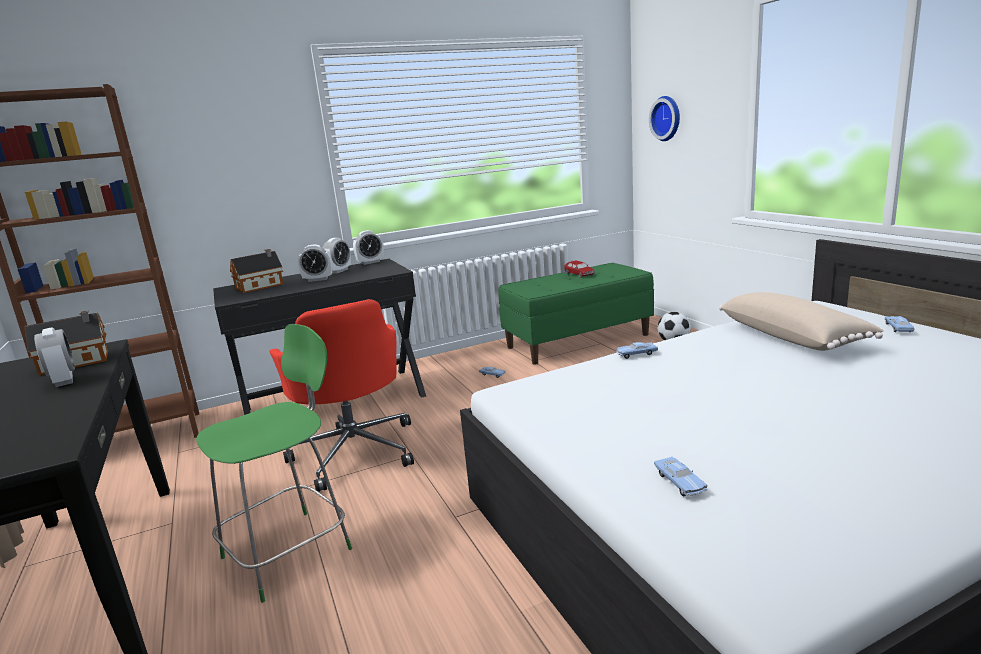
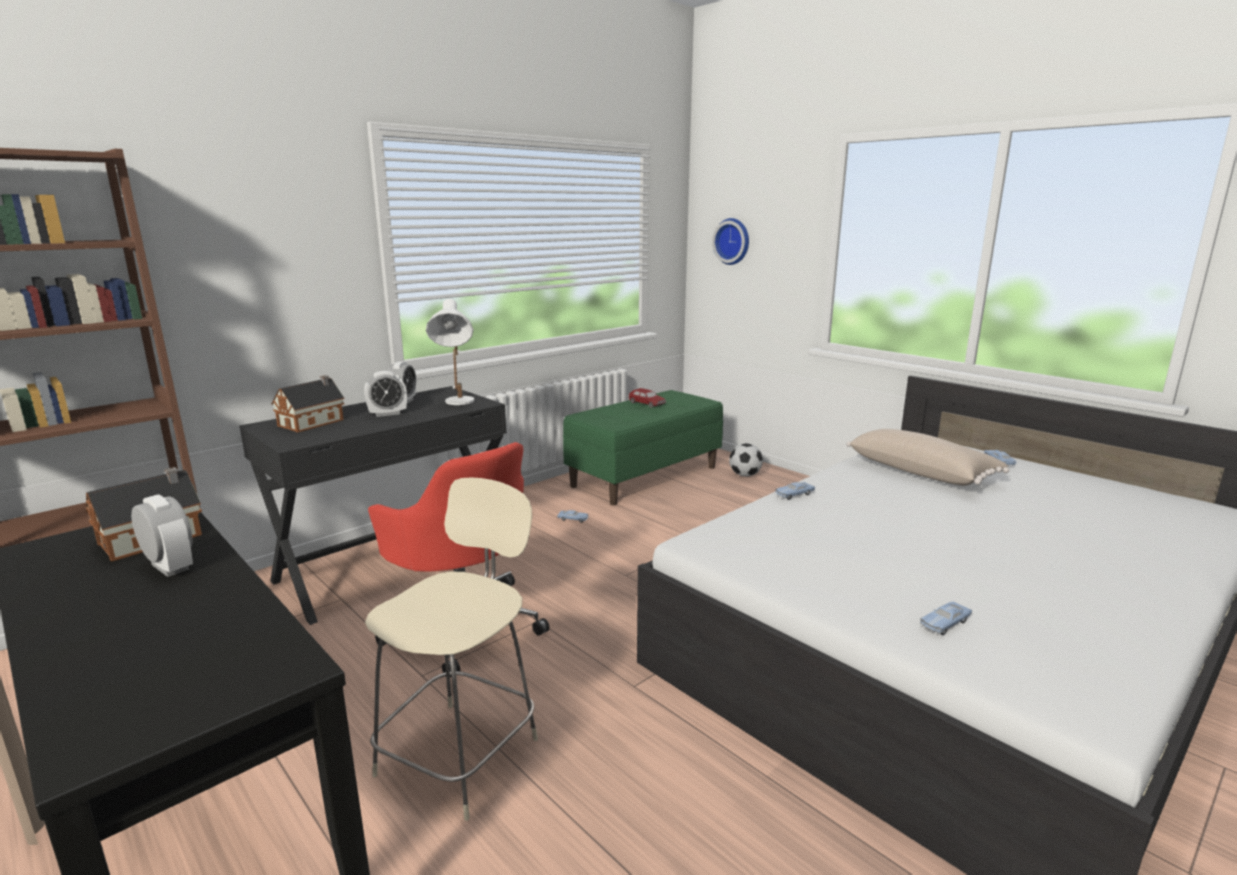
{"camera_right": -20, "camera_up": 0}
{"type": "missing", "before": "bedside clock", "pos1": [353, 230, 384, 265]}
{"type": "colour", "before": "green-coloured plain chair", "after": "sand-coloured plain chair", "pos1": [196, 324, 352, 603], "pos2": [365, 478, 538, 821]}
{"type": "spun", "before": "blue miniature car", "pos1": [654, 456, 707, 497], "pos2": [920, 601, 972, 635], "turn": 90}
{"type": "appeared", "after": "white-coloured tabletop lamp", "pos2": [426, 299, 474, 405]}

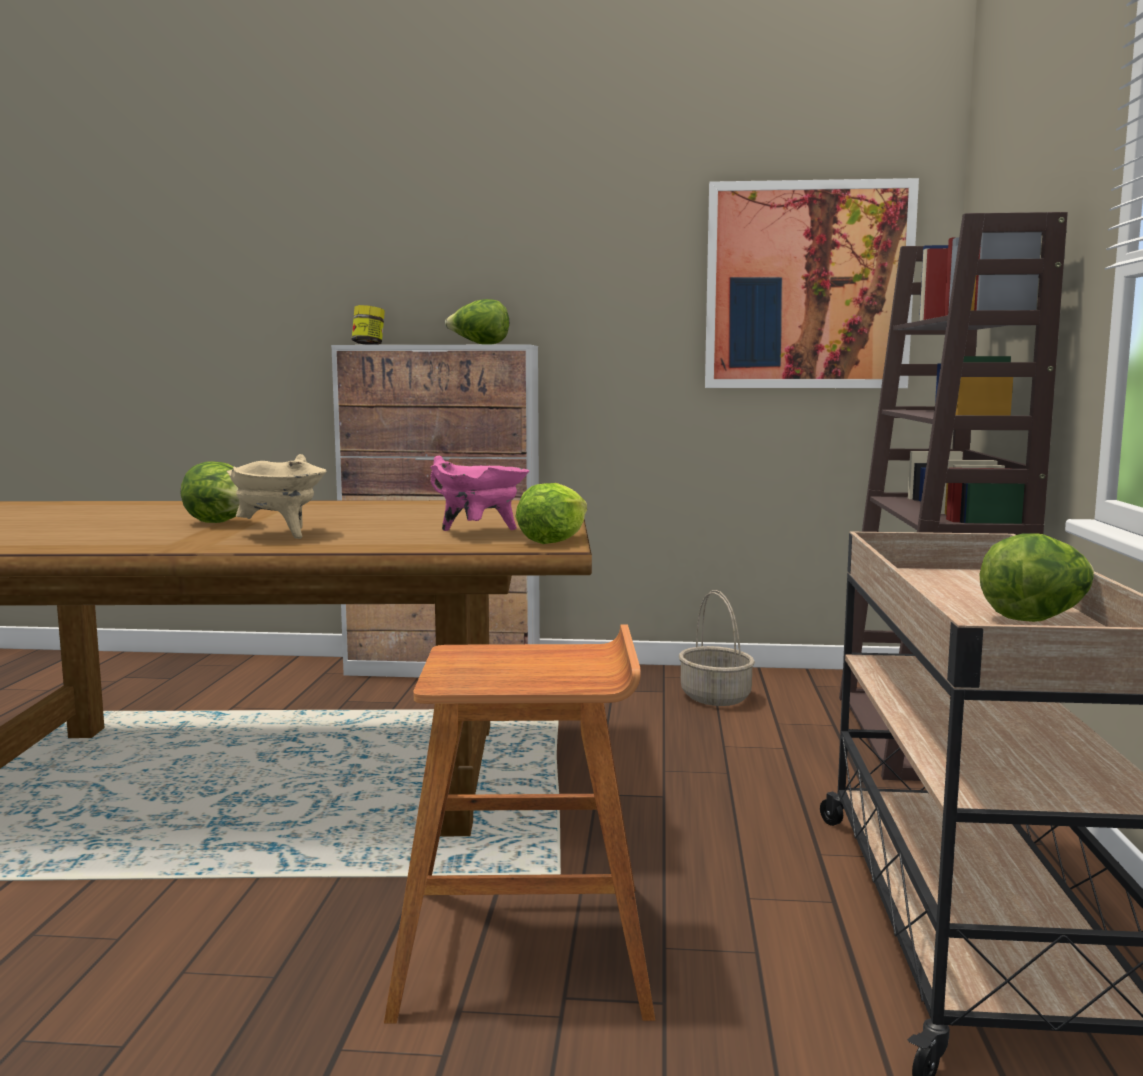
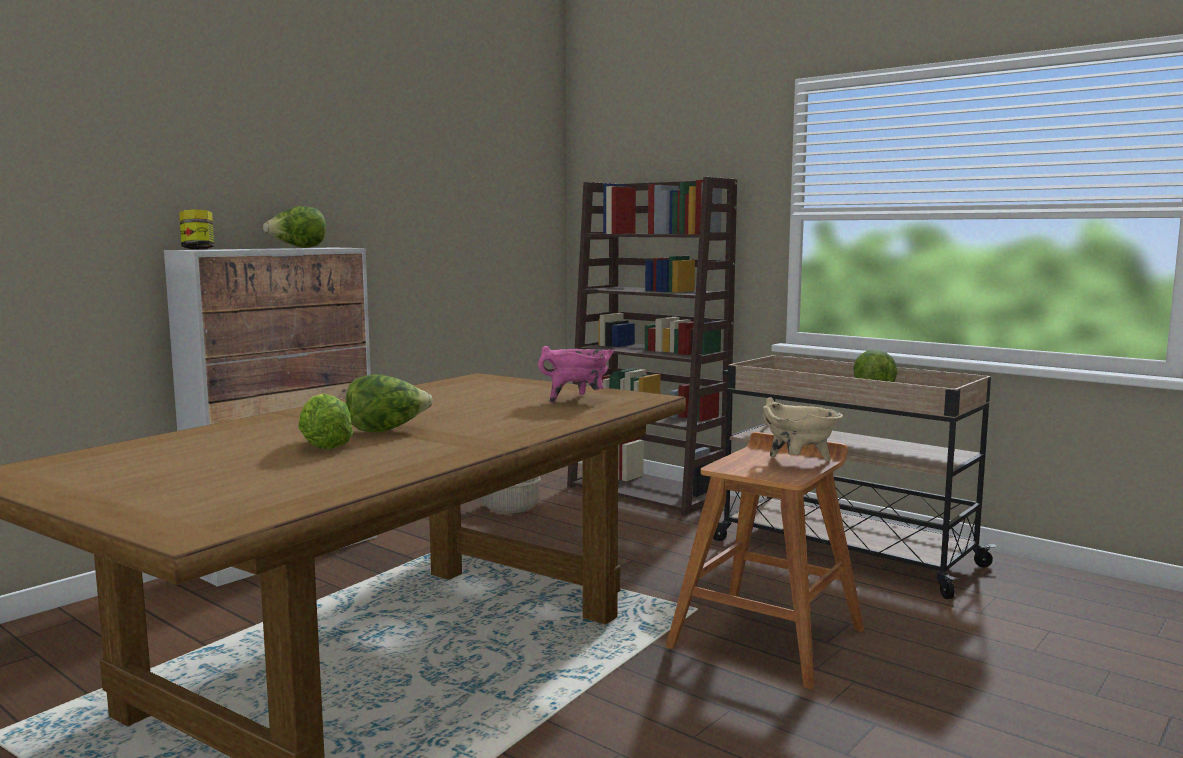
{"camera_right": -55, "camera_up": 0}
{"type": "missing", "before": "wall art", "pos1": [705, 178, 919, 388]}
{"type": "relocated", "before": "sand-coloured saucepot", "pos1": [226, 454, 326, 539], "pos2": [762, 397, 843, 461]}
{"type": "relocated", "before": "lettuce", "pos1": [515, 483, 587, 544], "pos2": [298, 393, 353, 449]}

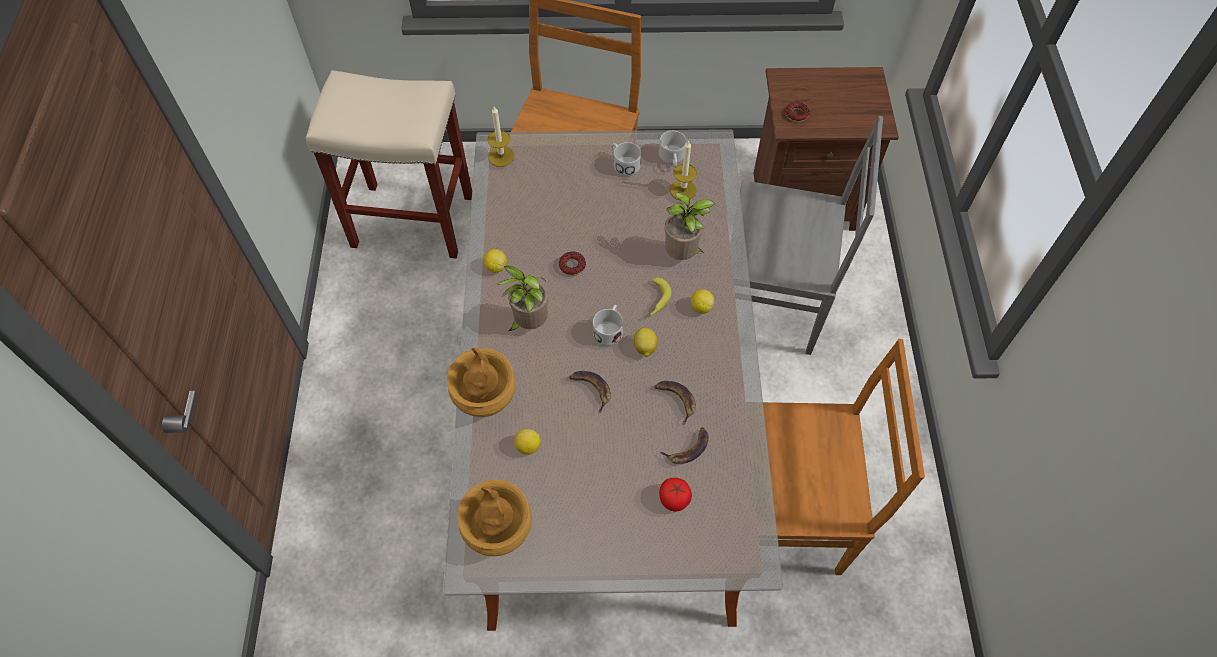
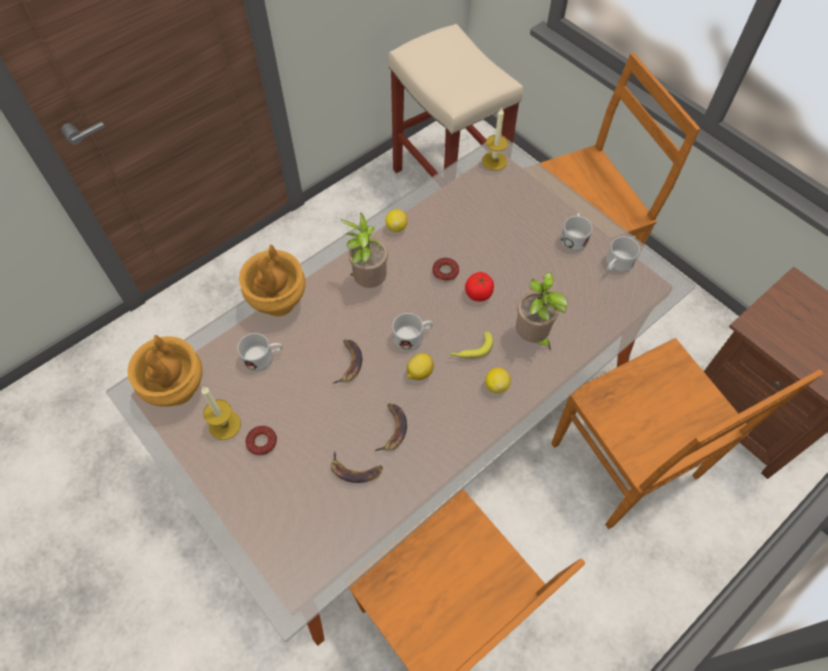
{"camera_right": 50, "camera_up": 0}
{"type": "relocated", "before": "donut", "pos1": [785, 102, 810, 122], "pos2": [246, 426, 277, 455]}
{"type": "colour", "before": "grey plain chair", "after": "brownish plain chair", "pos1": [740, 116, 883, 355], "pos2": [551, 338, 823, 529]}
{"type": "relocated", "before": "wax light", "pos1": [670, 140, 697, 200], "pos2": [201, 387, 241, 440]}
{"type": "exchanged", "before": "lemon", "after": "white-coloured tea mug", "pos1": [514, 429, 541, 455], "pos2": [238, 333, 283, 371]}
{"type": "relocated", "before": "fresh tomato", "pos1": [659, 478, 692, 511], "pos2": [465, 272, 494, 301]}

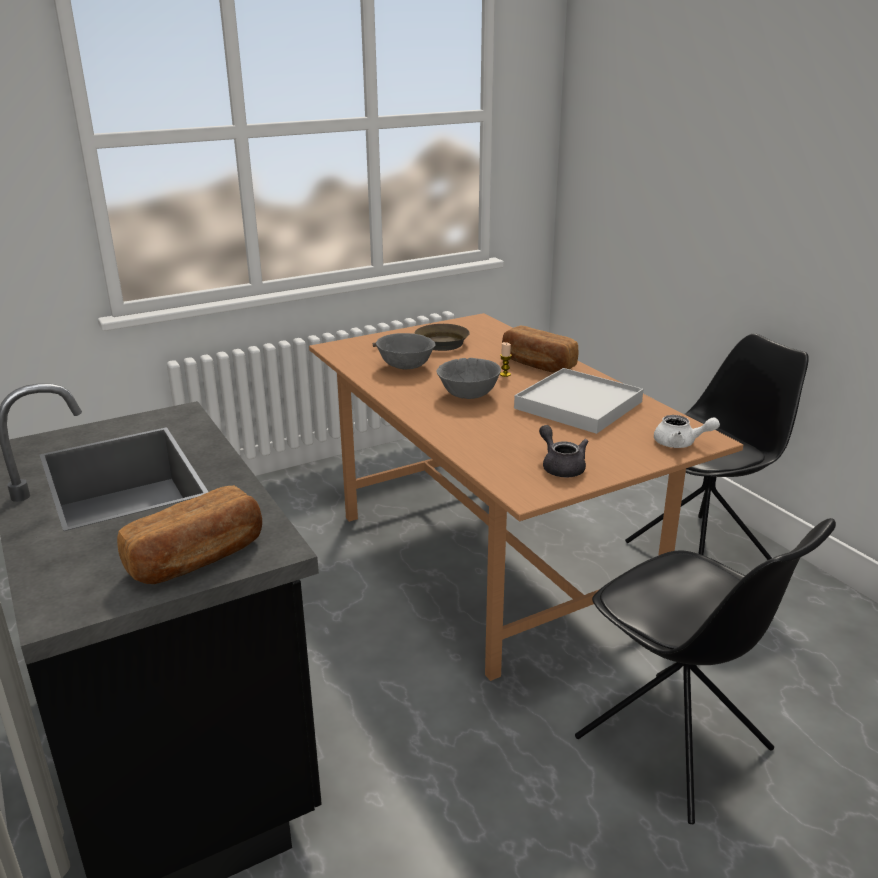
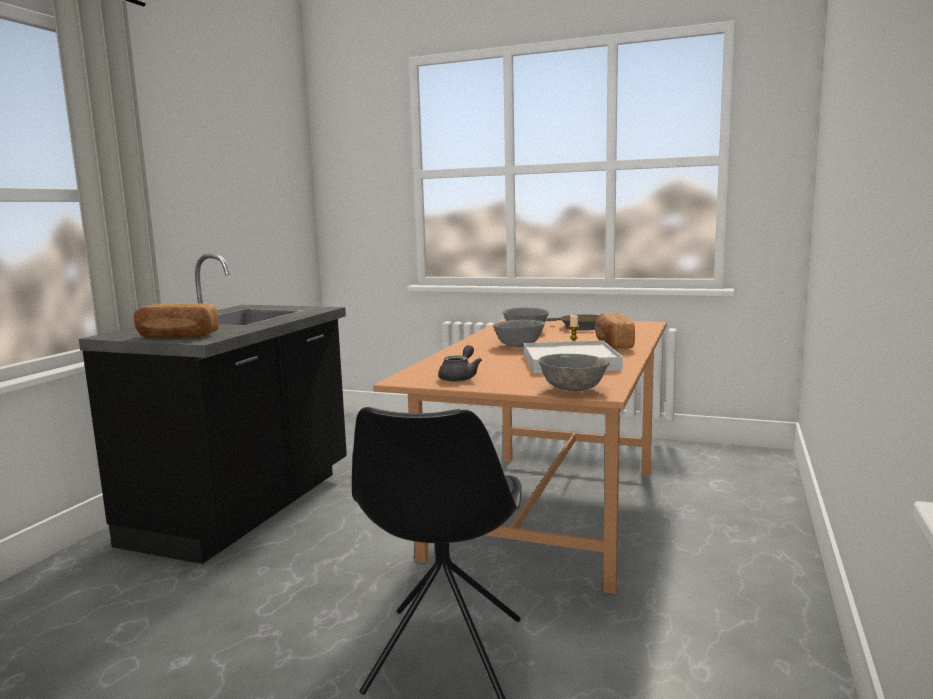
{"camera_right": 50, "camera_up": -15}
{"type": "missing", "before": "black plain chair", "pos1": [625, 334, 809, 560]}
{"type": "exchanged", "before": "white-coloured pot for tea", "after": "grey serving bowl", "pos1": [654, 415, 720, 448], "pos2": [538, 354, 610, 391]}

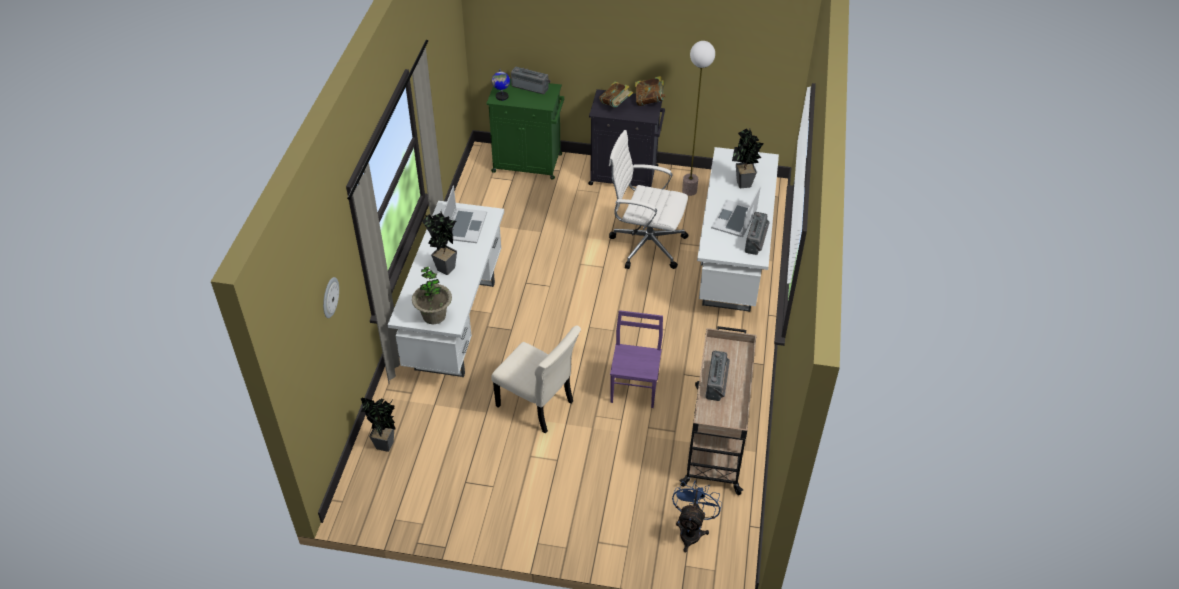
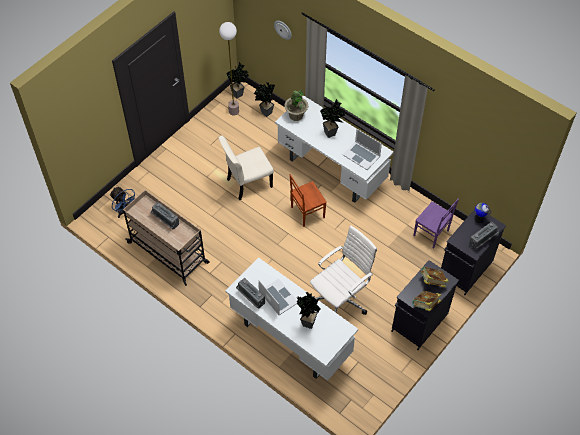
{"camera_right": 120, "camera_up": 10}
{"type": "relocated", "before": "standard lamp", "pos1": [682, 41, 715, 196], "pos2": [219, 22, 239, 115]}
{"type": "colour", "before": "green-coloured cabinet", "after": "black cabinet", "pos1": [486, 79, 564, 180], "pos2": [441, 209, 506, 295]}
{"type": "relocated", "before": "purplish plain chair", "pos1": [610, 310, 663, 408], "pos2": [413, 198, 459, 249]}
{"type": "appeared", "after": "houseplant", "pos2": [226, 62, 249, 98]}
{"type": "appeared", "after": "brownish plain chair", "pos2": [290, 174, 327, 227]}

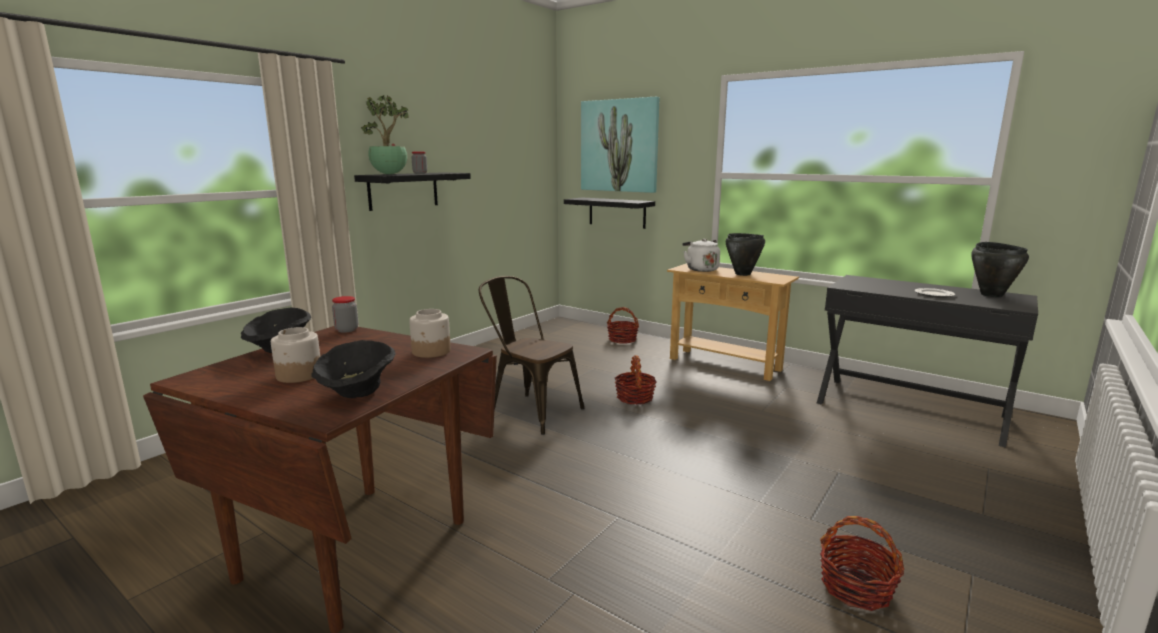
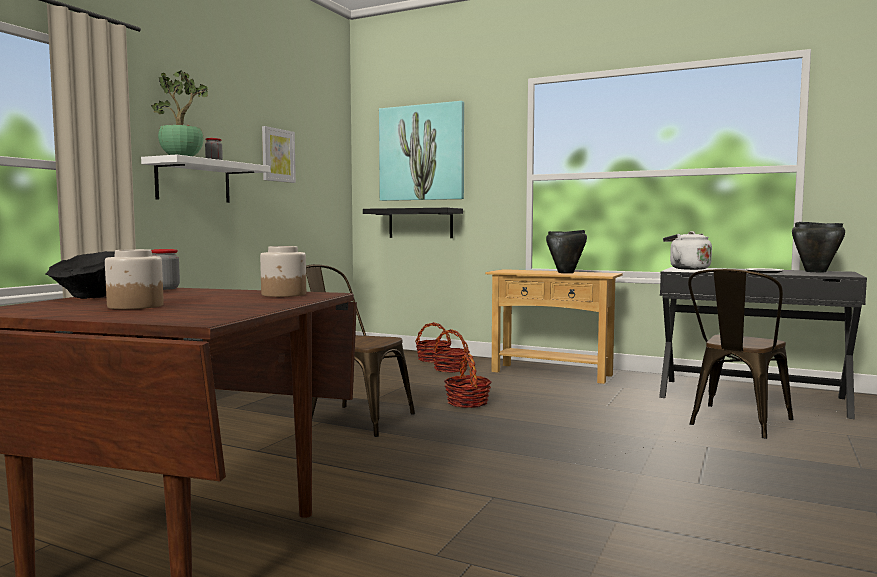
{"camera_right": -10, "camera_up": -10}
{"type": "colour", "before": "black shelf", "after": "white-coloured shelf", "pos1": [354, 172, 471, 211], "pos2": [141, 154, 270, 203]}
{"type": "relocated", "before": "white-coloured water kettle", "pos1": [683, 239, 720, 272], "pos2": [663, 231, 712, 270]}
{"type": "missing", "before": "black serving bowl", "pos1": [311, 340, 396, 398]}
{"type": "relocated", "before": "household basket", "pos1": [820, 516, 904, 611], "pos2": [432, 329, 470, 372]}
{"type": "appeared", "after": "wall art", "pos2": [262, 126, 296, 183]}
{"type": "appeared", "after": "brownish plain chair", "pos2": [688, 269, 793, 439]}

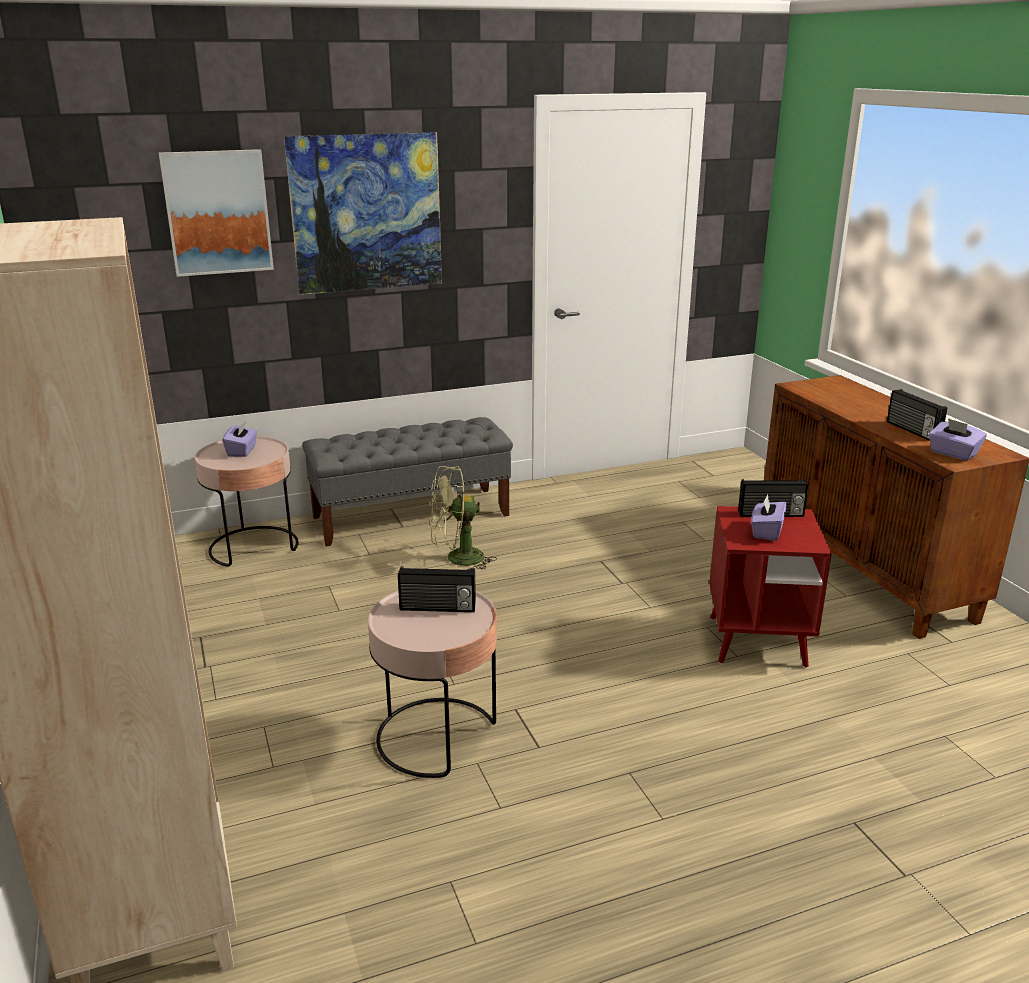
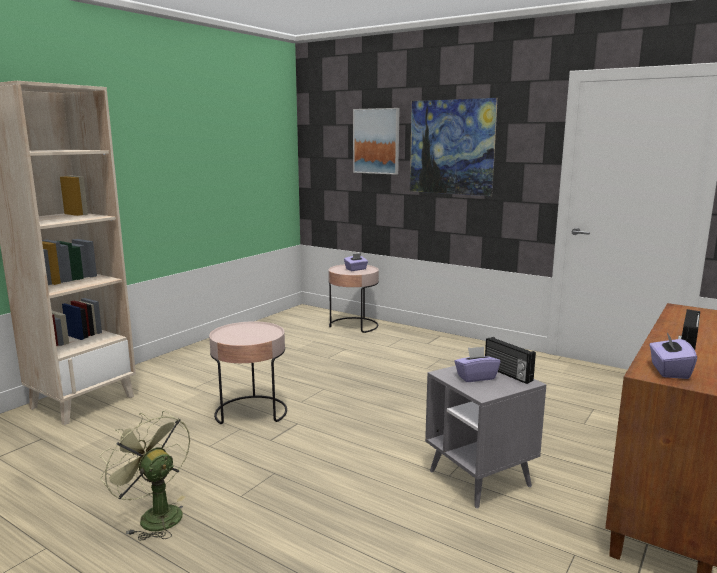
{"camera_right": 55, "camera_up": -10}
{"type": "missing", "before": "grey long seat", "pos1": [302, 417, 513, 546]}
{"type": "relocated", "before": "green-coloured fan", "pos1": [429, 466, 497, 570], "pos2": [99, 411, 190, 541]}
{"type": "colour", "before": "reddish side table", "after": "grey side table", "pos1": [709, 506, 832, 668], "pos2": [425, 366, 546, 508]}
{"type": "missing", "before": "radio set", "pos1": [398, 566, 476, 612]}

